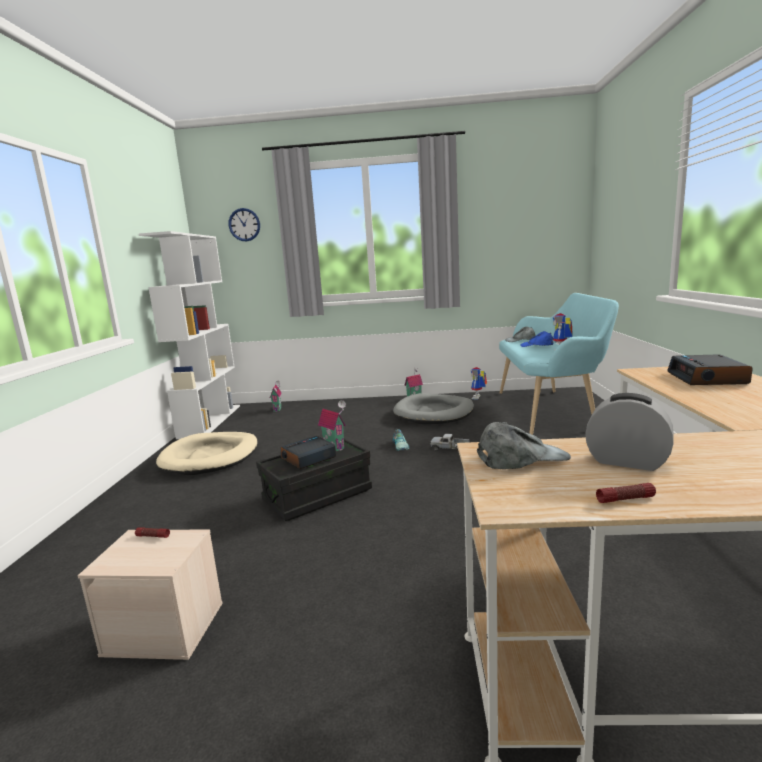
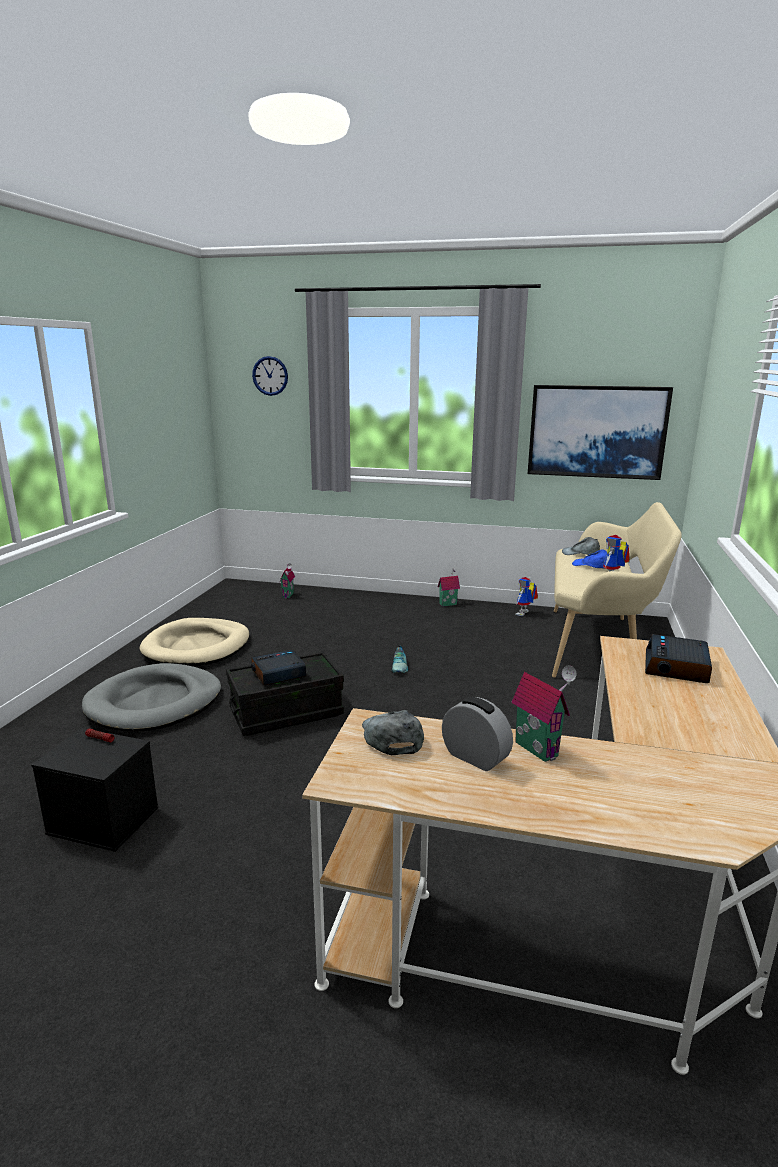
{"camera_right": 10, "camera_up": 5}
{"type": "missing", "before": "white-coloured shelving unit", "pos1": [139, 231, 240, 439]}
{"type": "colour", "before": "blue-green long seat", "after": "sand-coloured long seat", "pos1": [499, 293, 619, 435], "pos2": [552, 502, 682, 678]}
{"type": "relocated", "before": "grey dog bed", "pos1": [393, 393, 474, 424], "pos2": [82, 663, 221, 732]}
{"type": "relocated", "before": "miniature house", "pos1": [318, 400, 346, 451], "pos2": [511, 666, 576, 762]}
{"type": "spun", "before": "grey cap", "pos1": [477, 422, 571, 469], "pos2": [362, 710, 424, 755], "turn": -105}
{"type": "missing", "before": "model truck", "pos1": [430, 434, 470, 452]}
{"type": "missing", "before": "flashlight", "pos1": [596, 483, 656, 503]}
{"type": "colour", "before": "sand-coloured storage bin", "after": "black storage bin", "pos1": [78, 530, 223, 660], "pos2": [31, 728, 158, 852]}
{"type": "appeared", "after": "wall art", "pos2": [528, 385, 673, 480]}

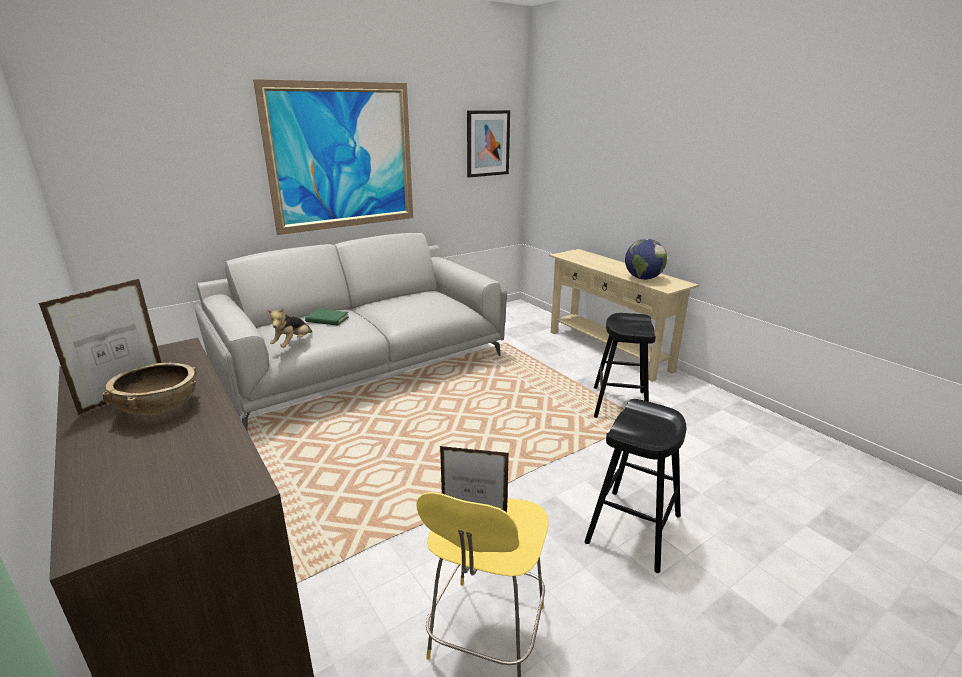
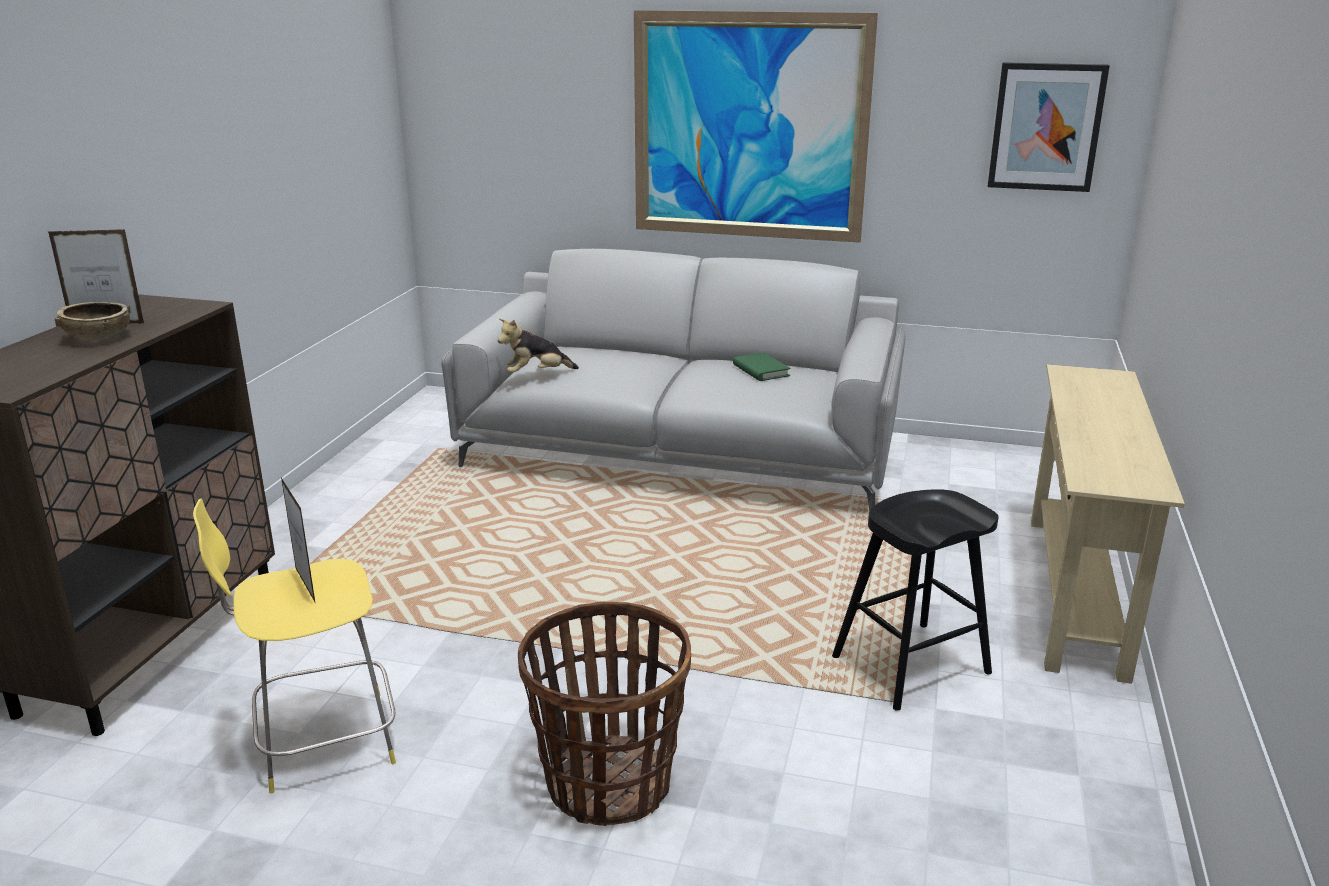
{"camera_right": 50, "camera_up": 0}
{"type": "missing", "before": "desk globe", "pos1": [625, 239, 667, 280]}
{"type": "relocated", "before": "green-coloured book", "pos1": [305, 309, 349, 326], "pos2": [733, 352, 791, 381]}
{"type": "exchanged", "before": "black stool", "after": "household basket", "pos1": [585, 399, 687, 573], "pos2": [518, 602, 691, 826]}

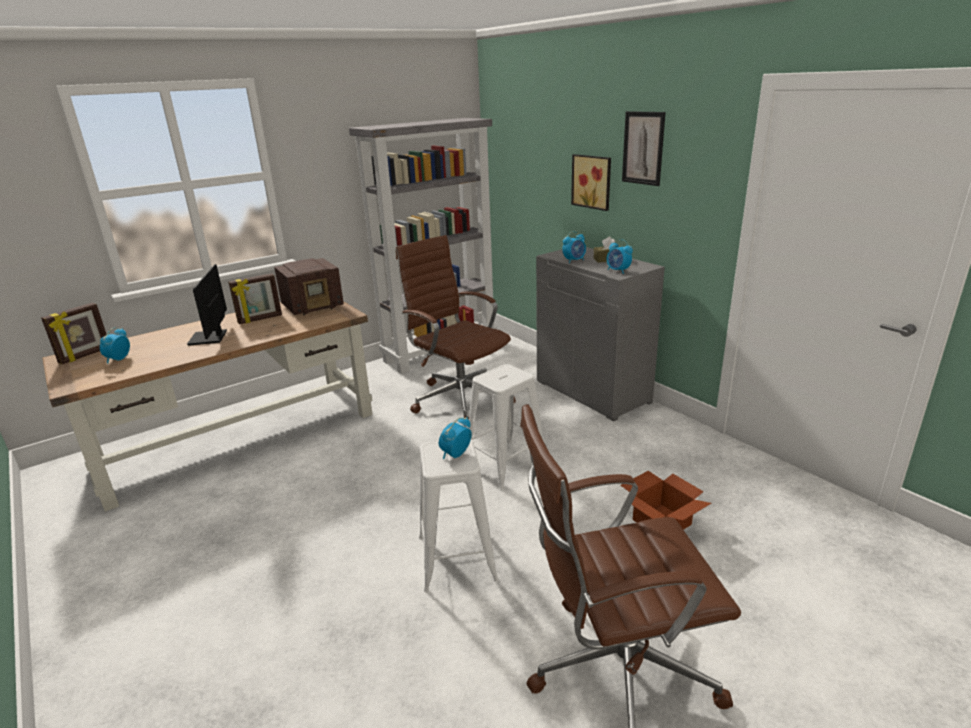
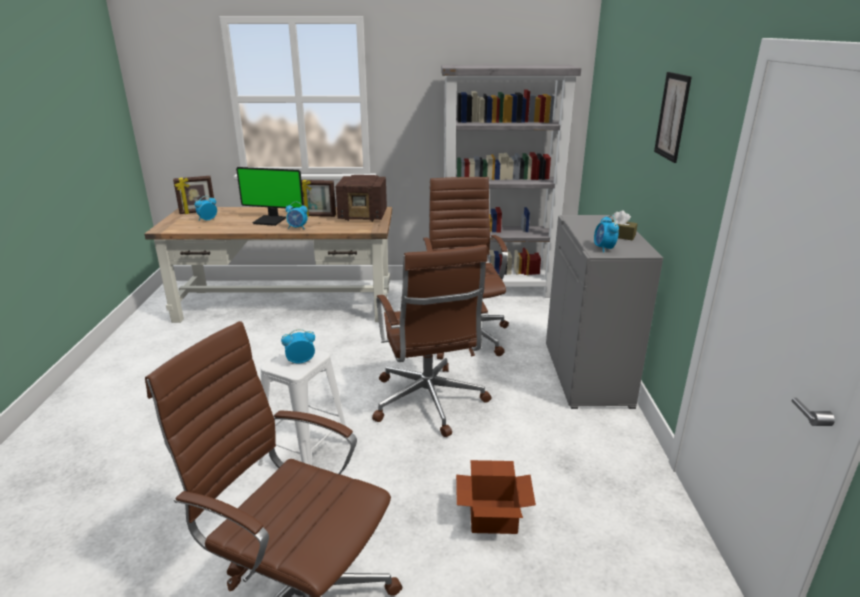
{"camera_right": 35, "camera_up": 0}
{"type": "missing", "before": "wall art", "pos1": [571, 154, 611, 211]}
{"type": "relocated", "before": "bedside clock", "pos1": [563, 231, 586, 263], "pos2": [286, 202, 308, 229]}
{"type": "spun", "before": "computer display", "pos1": [187, 264, 227, 346], "pos2": [236, 167, 304, 226], "turn": -105}
{"type": "exchanged", "before": "white-coloured stool", "after": "brownish office chair", "pos1": [469, 364, 543, 491], "pos2": [372, 245, 492, 437]}

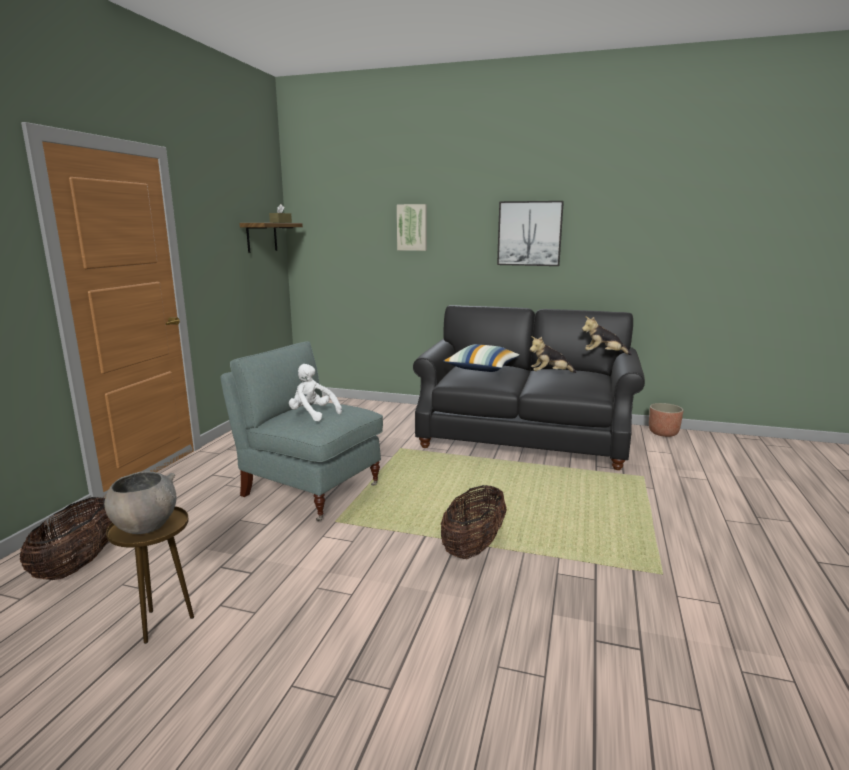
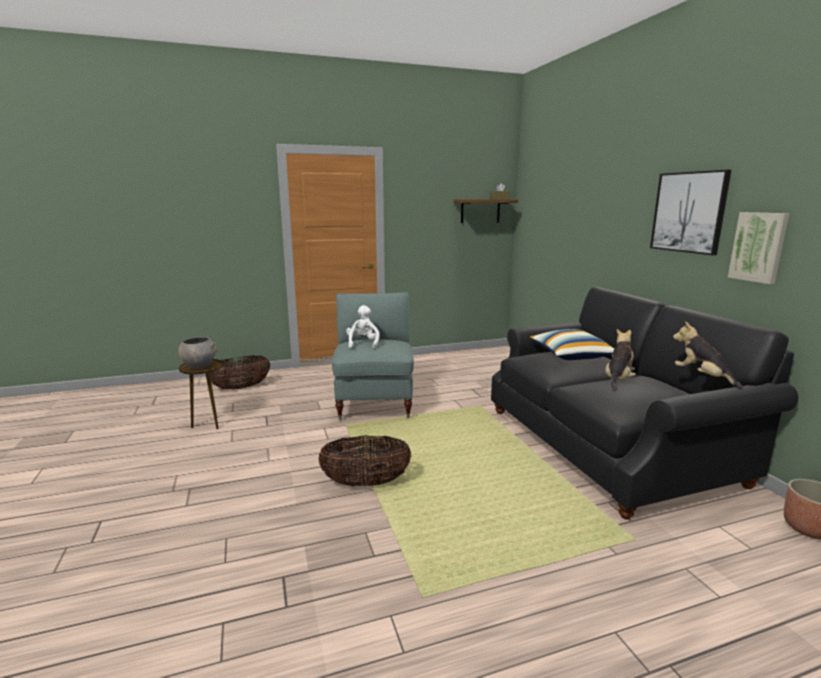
{"camera_right": 55, "camera_up": 0}
{"type": "relocated", "before": "wall art", "pos1": [397, 204, 427, 251], "pos2": [728, 212, 790, 284]}
{"type": "spun", "before": "cuddly toy", "pos1": [530, 336, 576, 373], "pos2": [605, 329, 636, 391], "turn": 75}

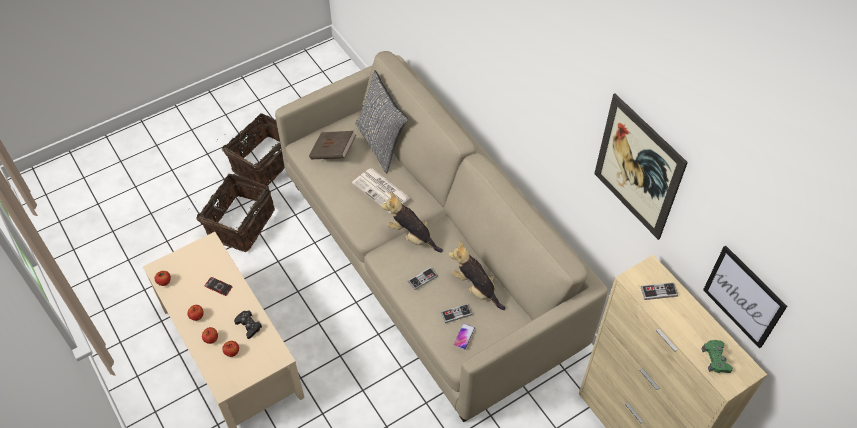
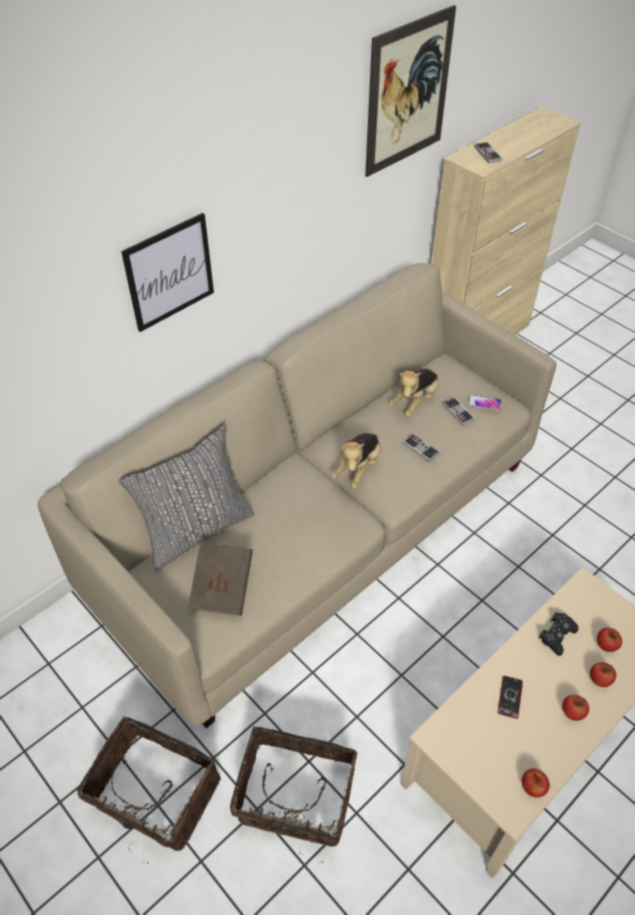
{"camera_right": -100, "camera_up": -5}
{"type": "missing", "before": "printed paper", "pos1": [352, 168, 410, 214]}
{"type": "relocated", "before": "wall art", "pos1": [703, 245, 787, 349], "pos2": [121, 213, 214, 332]}
{"type": "missing", "before": "green-coloured game controller", "pos1": [702, 340, 733, 373]}

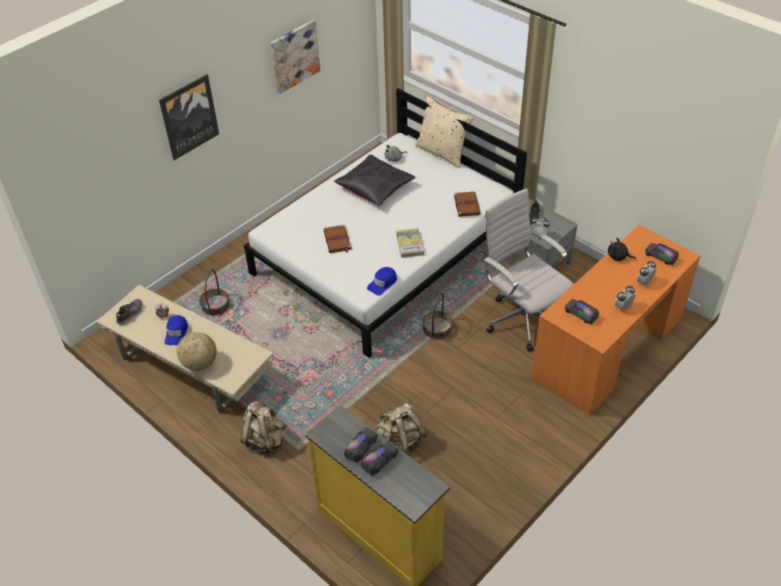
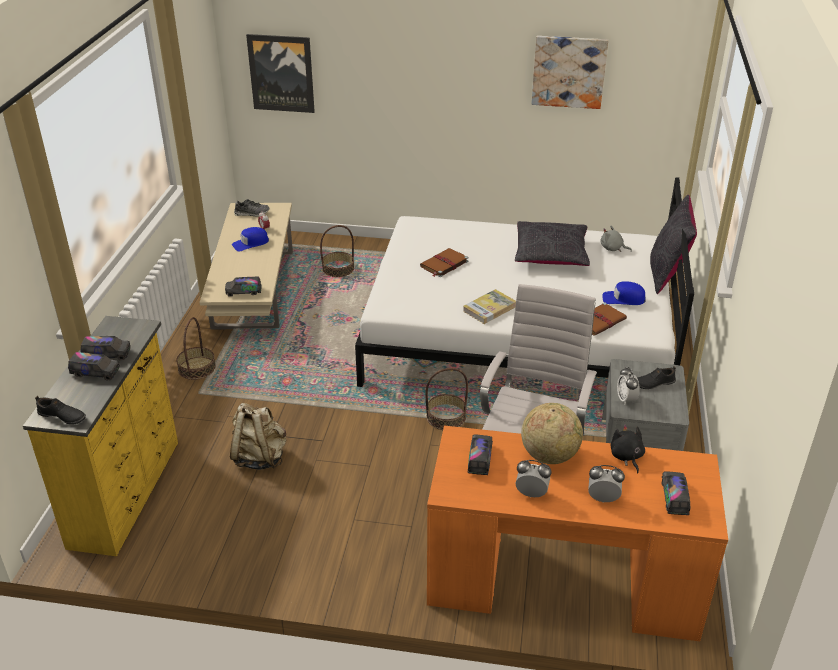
{"camera_right": 55, "camera_up": -10}
{"type": "relocated", "before": "wall art", "pos1": [159, 74, 219, 160], "pos2": [246, 34, 315, 113]}
{"type": "colour", "before": "sand-coloured cushion", "after": "black cushion", "pos1": [415, 96, 473, 168], "pos2": [650, 195, 697, 294]}
{"type": "relocated", "before": "blue cap", "pos1": [367, 267, 397, 296], "pos2": [602, 281, 646, 305]}
{"type": "relocated", "before": "desk globe", "pos1": [177, 332, 217, 371], "pos2": [521, 403, 583, 464]}
{"type": "exchanged", "before": "sand-coloured rucksack", "after": "household basket", "pos1": [241, 401, 286, 454], "pos2": [176, 317, 216, 380]}
{"type": "appeared", "after": "model truck", "pos2": [225, 277, 262, 297]}
{"type": "appeared", "after": "black shoe", "pos2": [35, 396, 86, 425]}

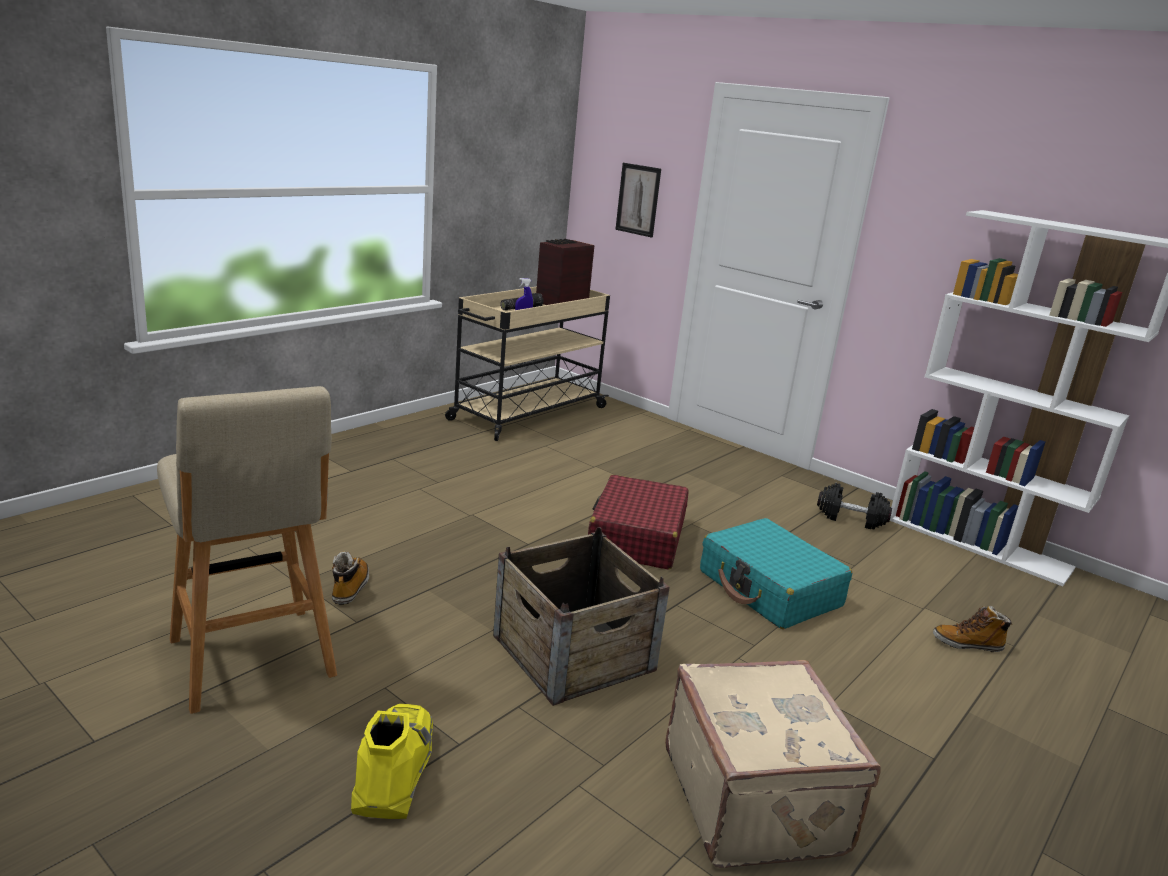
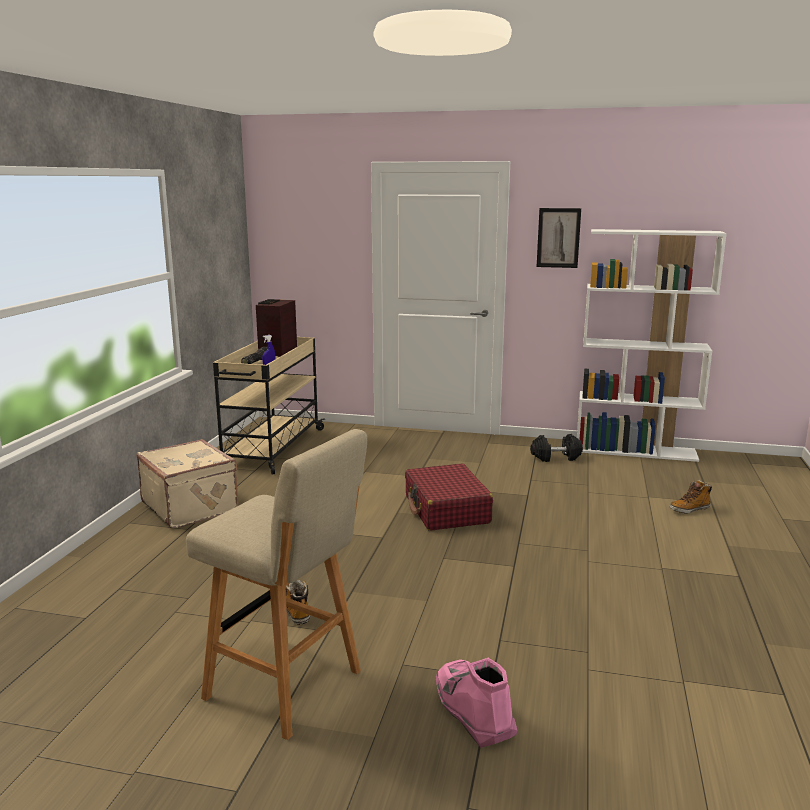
{"camera_right": -25, "camera_up": -5}
{"type": "relocated", "before": "wall art", "pos1": [615, 163, 661, 238], "pos2": [537, 208, 581, 268]}
{"type": "missing", "before": "blue-green suitcase", "pos1": [700, 518, 852, 629]}
{"type": "missing", "before": "packing crate", "pos1": [493, 527, 670, 706]}
{"type": "relocated", "before": "sand-coloured suitcase", "pos1": [665, 660, 881, 868], "pos2": [137, 439, 239, 528]}
{"type": "colour", "before": "yellowish high-top boot", "after": "pinkish high-top boot", "pos1": [351, 704, 433, 819], "pos2": [435, 658, 517, 748]}

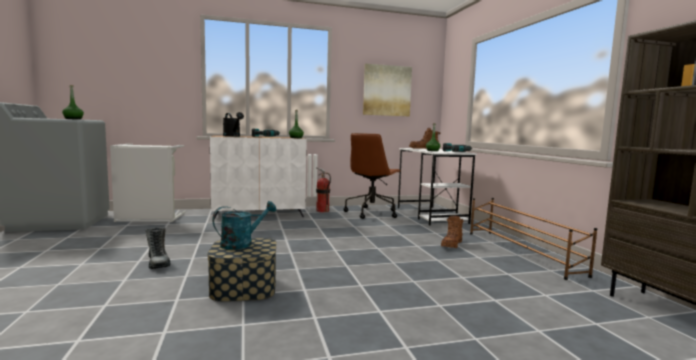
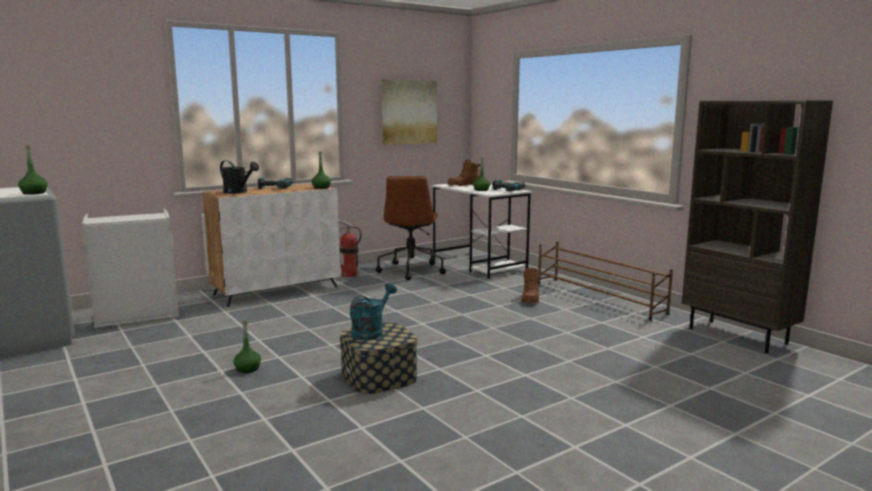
{"camera_right": -20, "camera_up": 5}
{"type": "exchanged", "before": "high-top boot", "after": "green-coloured bottle", "pos1": [145, 227, 170, 269], "pos2": [233, 321, 261, 373]}

